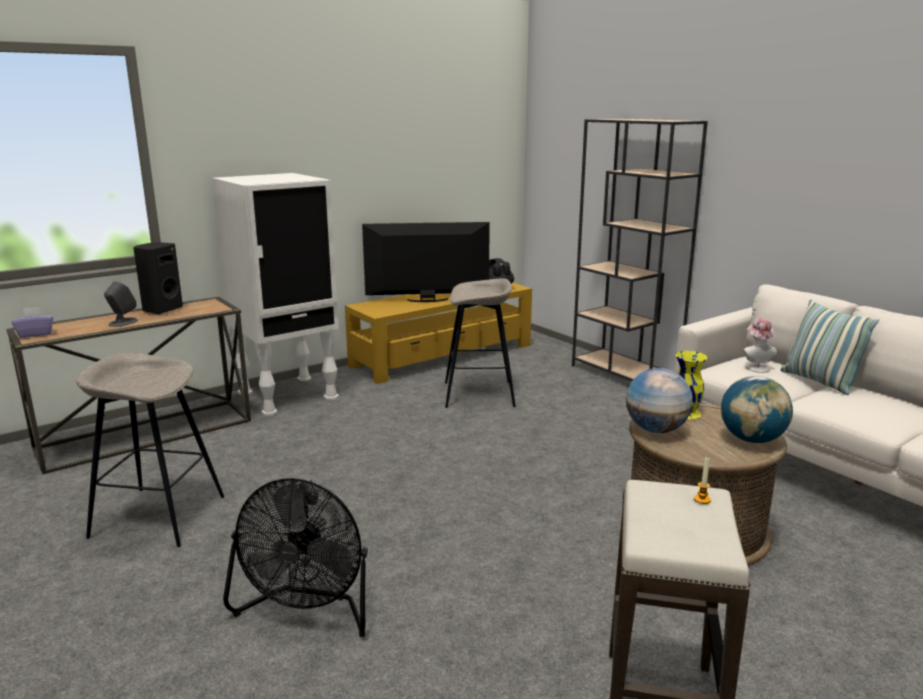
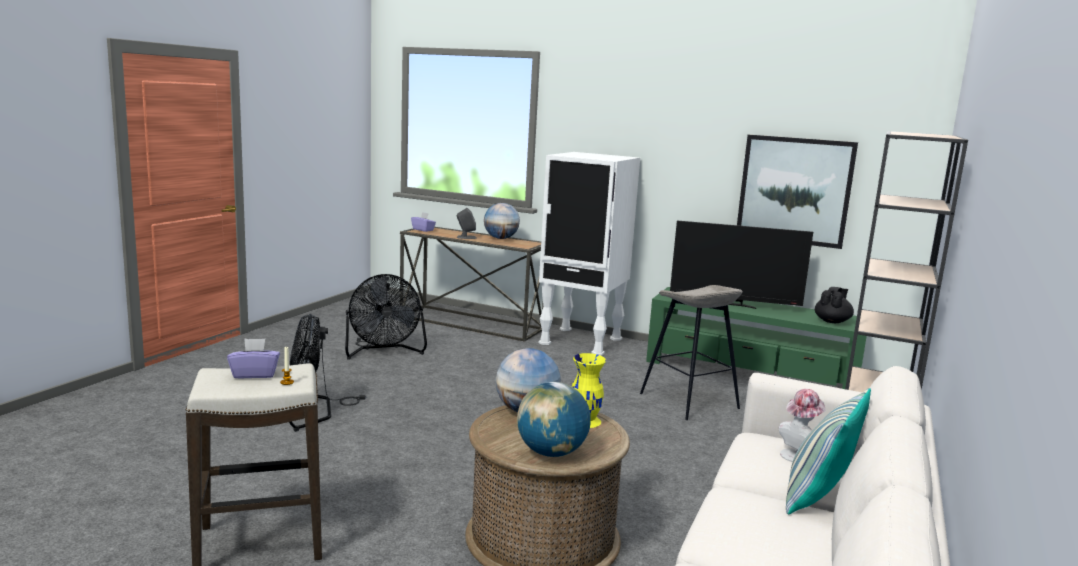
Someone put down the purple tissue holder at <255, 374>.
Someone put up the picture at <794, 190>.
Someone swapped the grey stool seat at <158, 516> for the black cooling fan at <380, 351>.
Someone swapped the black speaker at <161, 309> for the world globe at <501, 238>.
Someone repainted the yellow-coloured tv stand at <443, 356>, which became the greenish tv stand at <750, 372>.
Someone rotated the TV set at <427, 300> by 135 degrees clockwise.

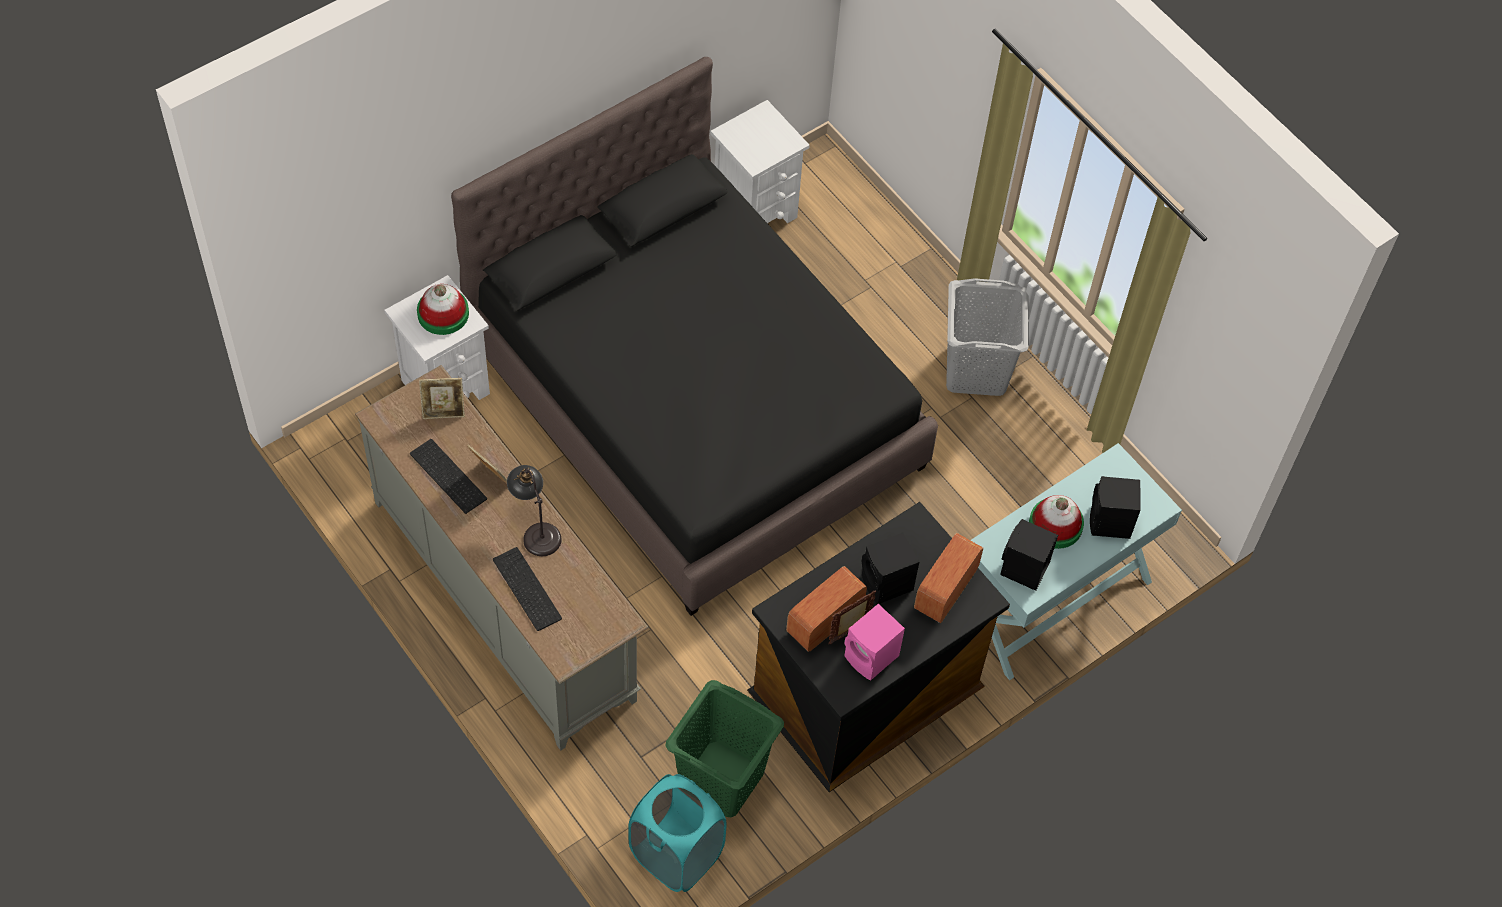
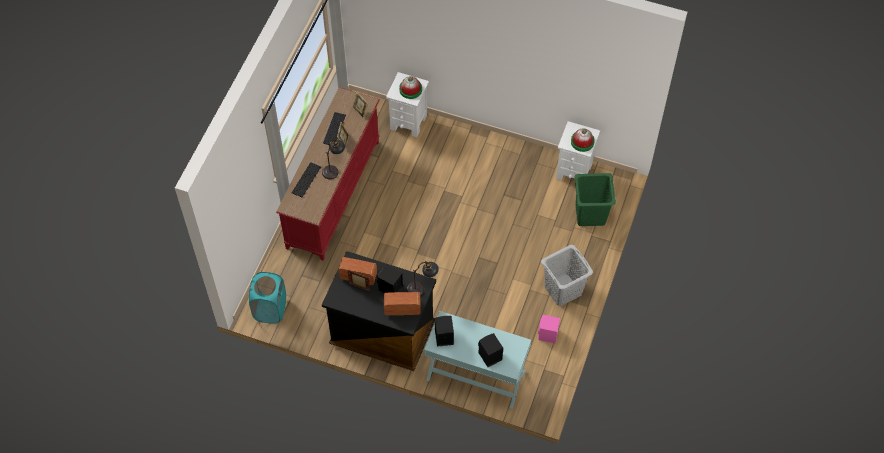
Someone took away the black bedroom bed at <695, 403>.
Someone put down the grey table lamp at <422, 285>.
Someone carried the greenish washing basket from <722, 778> to <590, 214>.
Someone carried the pink speaker from <872, 658> to <547, 335>.
Someone carried the wearable hat from <1055, 525> to <582, 142>.
Someone repainted the grey cabinet at <505, 598>, which became the red-coloured cabinet at <334, 194>.

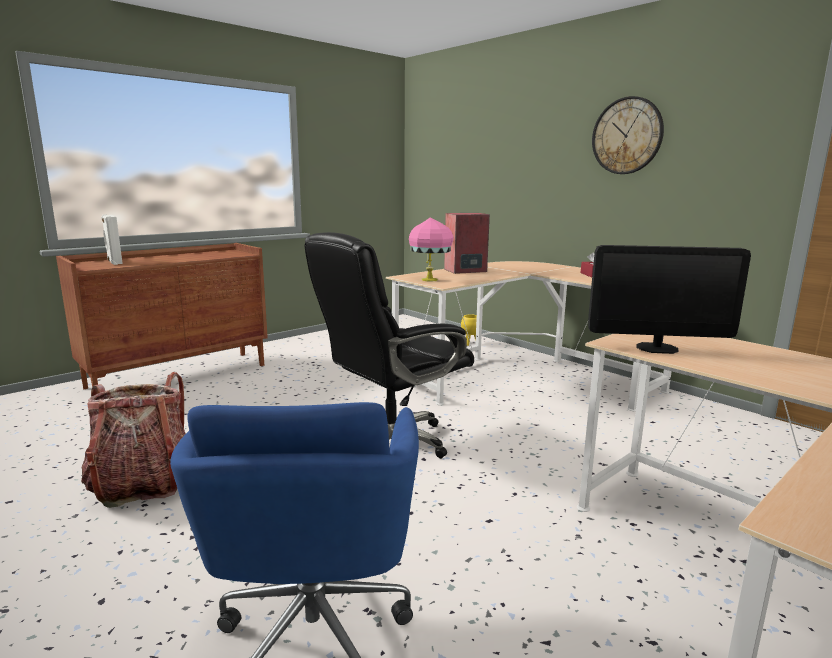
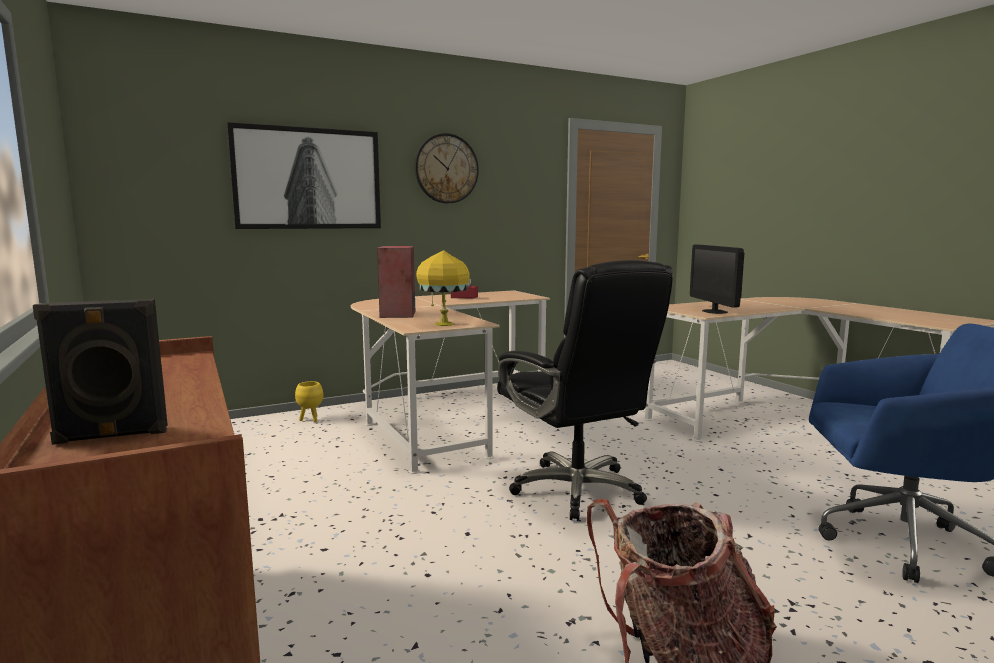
Someone put up the picture at <308, 178>.
Someone repainted the white speaker at <114, 262>, which became the black speaker at <111, 436>.
Someone repainted the pink table lamp at <430, 279>, which became the yellow-coloured table lamp at <443, 324>.
Someone rotated the monitor at <657, 348> by 150 degrees clockwise.

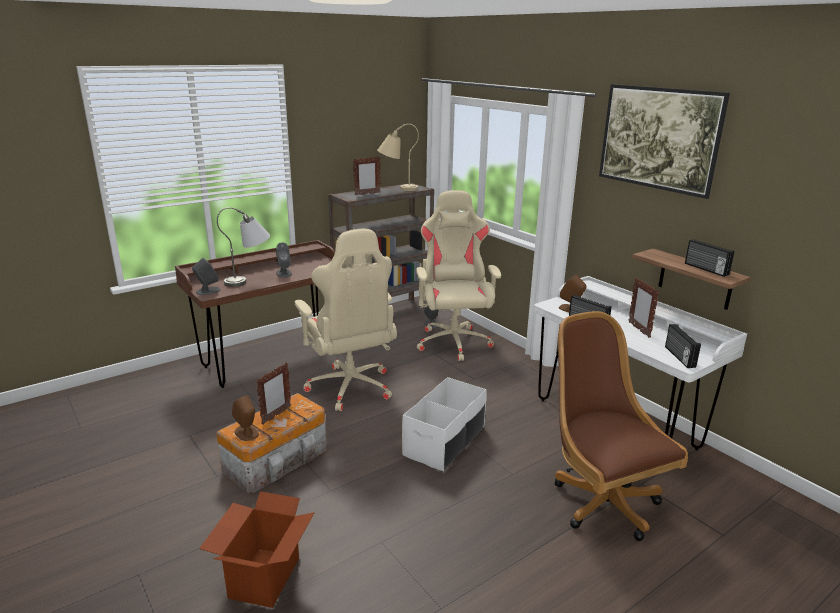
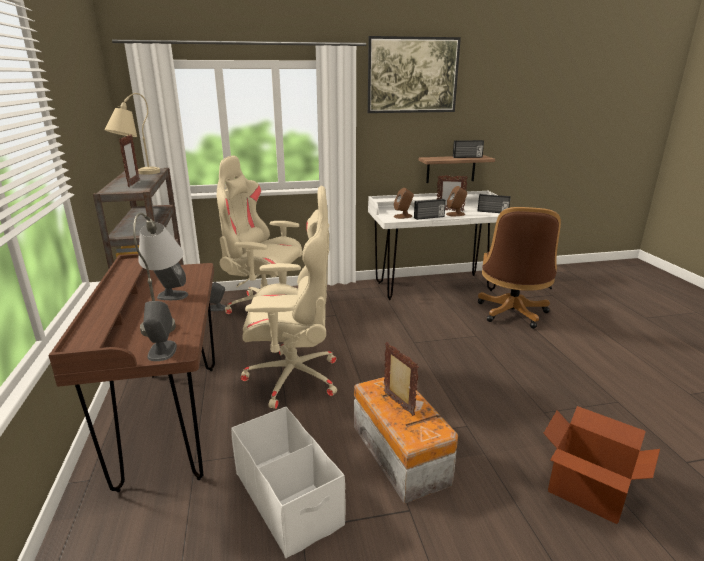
Someone carried the brown-coloured speaker from <246, 433> to <456, 214>.
Someone carried the white storage box from <445, 441> to <288, 498>.
Someone rotated the brown-coloured office chair at <599, 498> by 75 degrees counterclockwise.

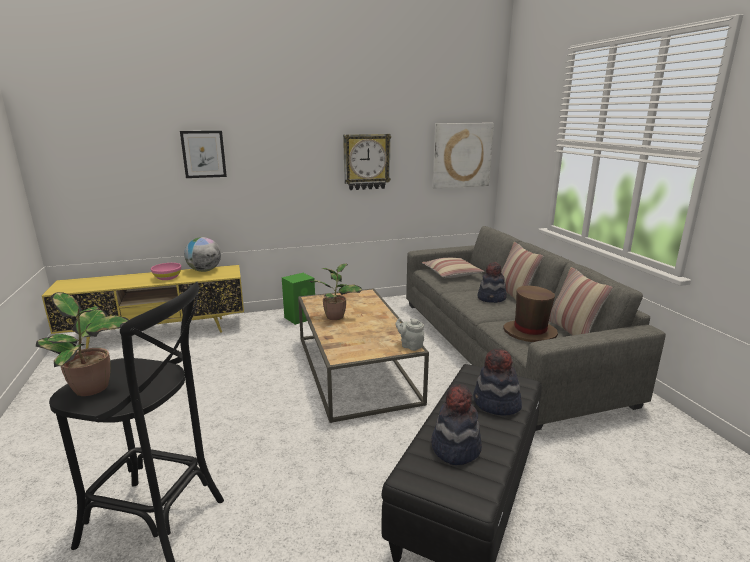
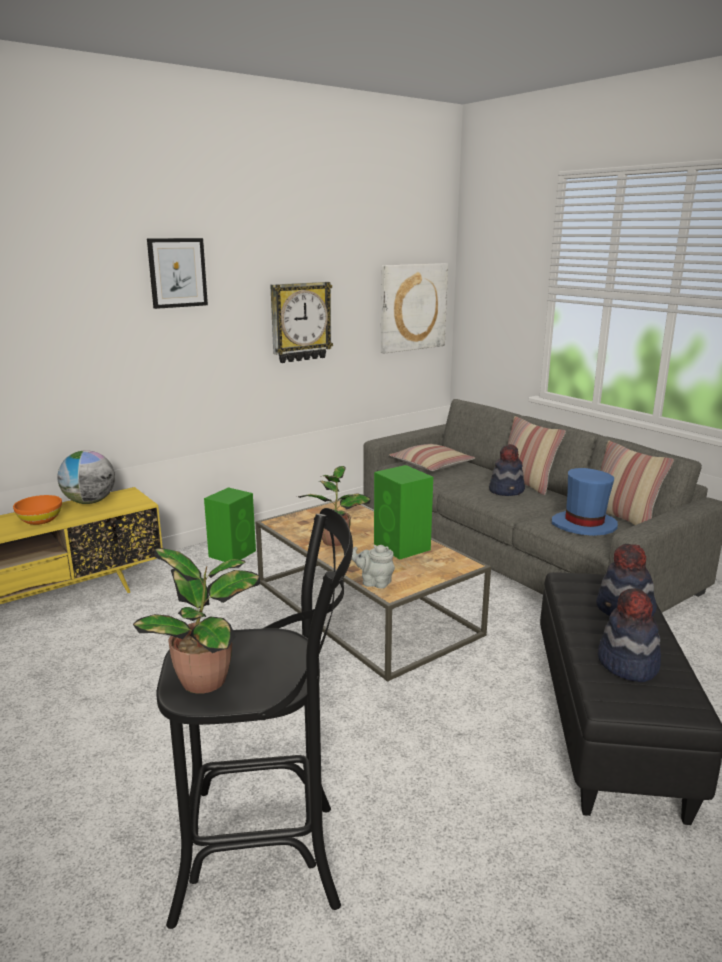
Someone put down the greenish speaker at <402, 547>.
Someone carried the picture from <203, 154> to <177, 273>.
Someone carried the grey tea pot from <410, 346> to <374, 582>.
Someone repainted the pink serving bowl at <167, 278>, which became the orange-coloured serving bowl at <40, 520>.
Someone repainted the brown-coloured wearable hat at <529, 332>, which became the blue-coloured wearable hat at <583, 525>.

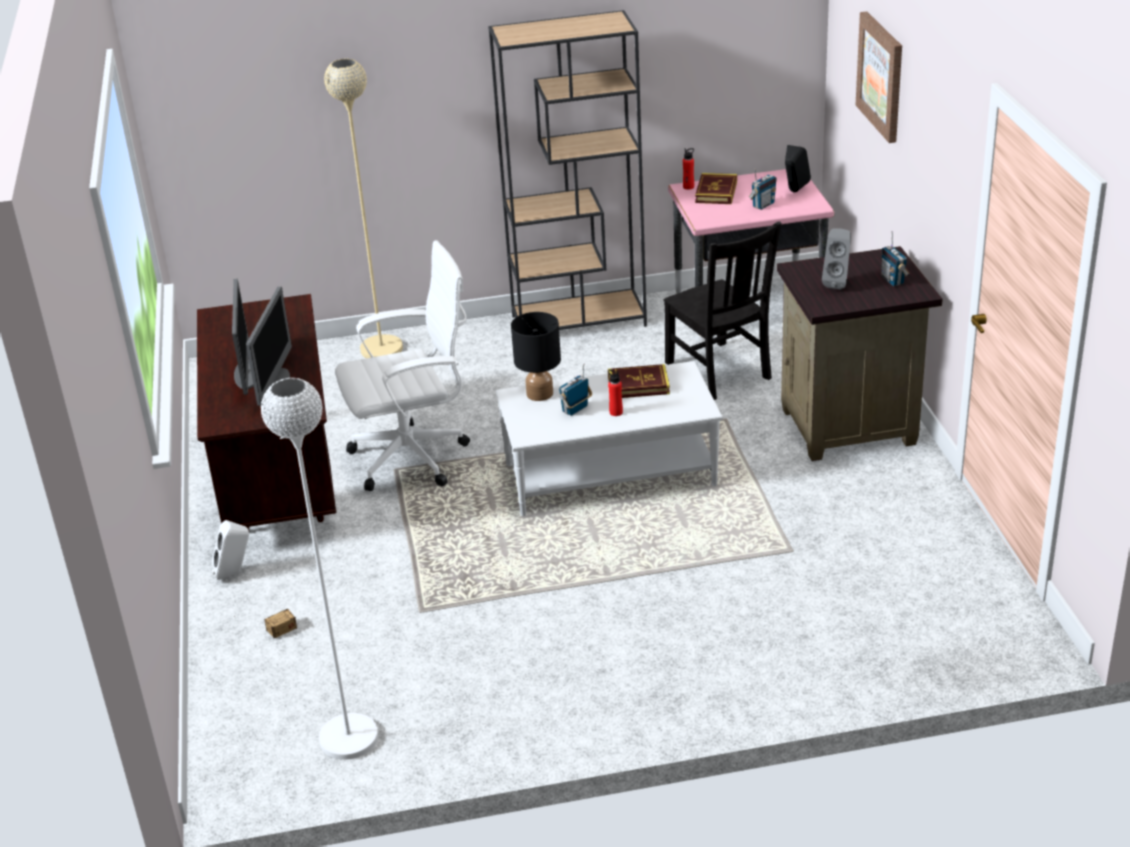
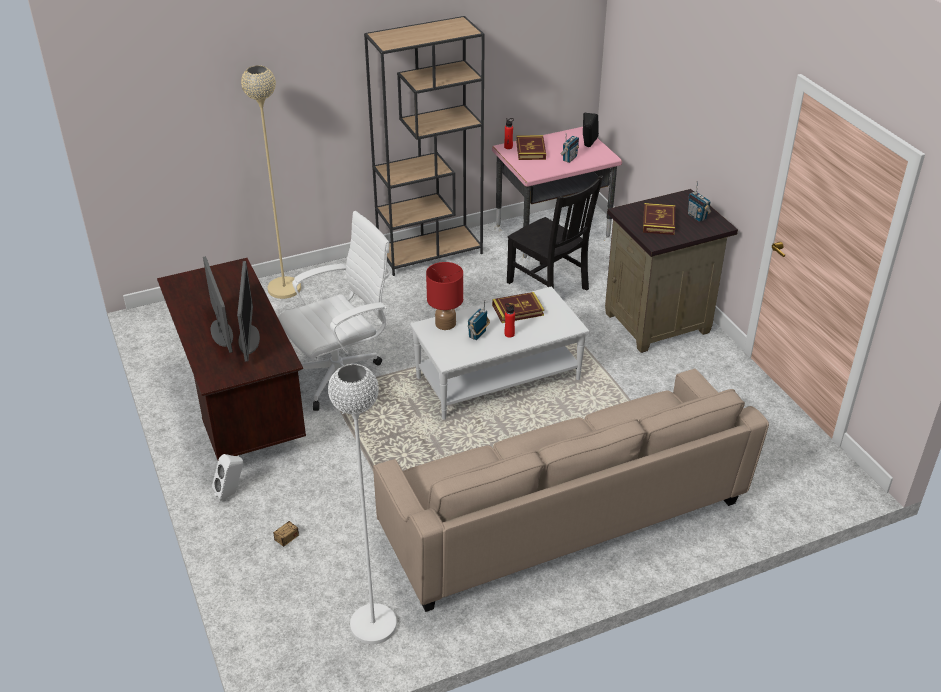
Someone took away the picture at <881, 76>.
Someone put down the beige sofa at <563, 521>.
Someone swapped the grey speaker at <837, 283> for the book at <658, 222>.
Someone repainted the black table lamp at <539, 394>, which became the red-coloured table lamp at <445, 324>.

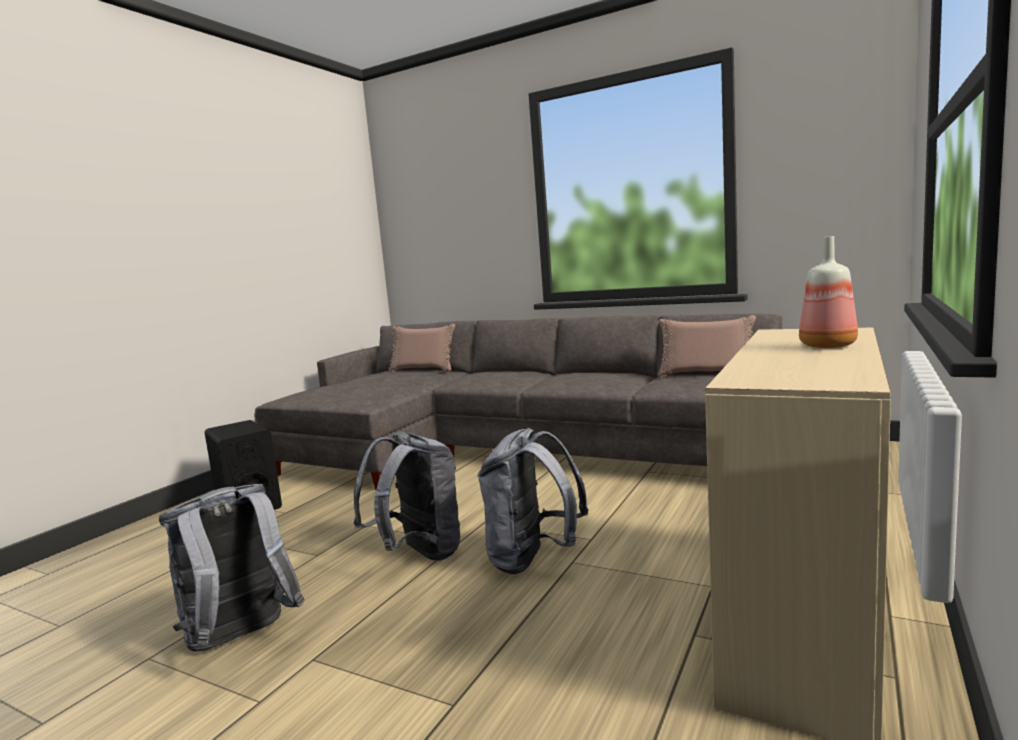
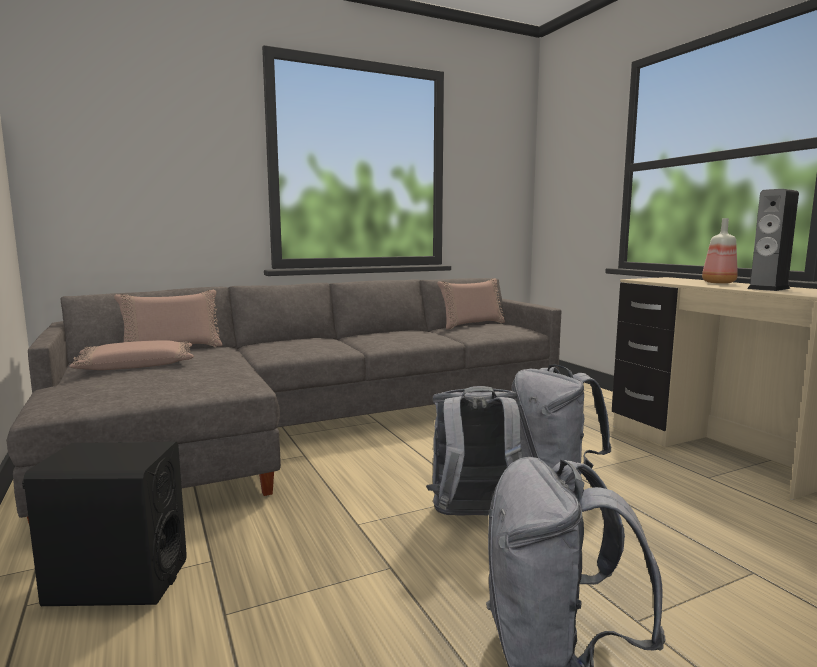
Someone put down the beige pillow at <136, 363>.
Someone put down the speaker at <768, 288>.

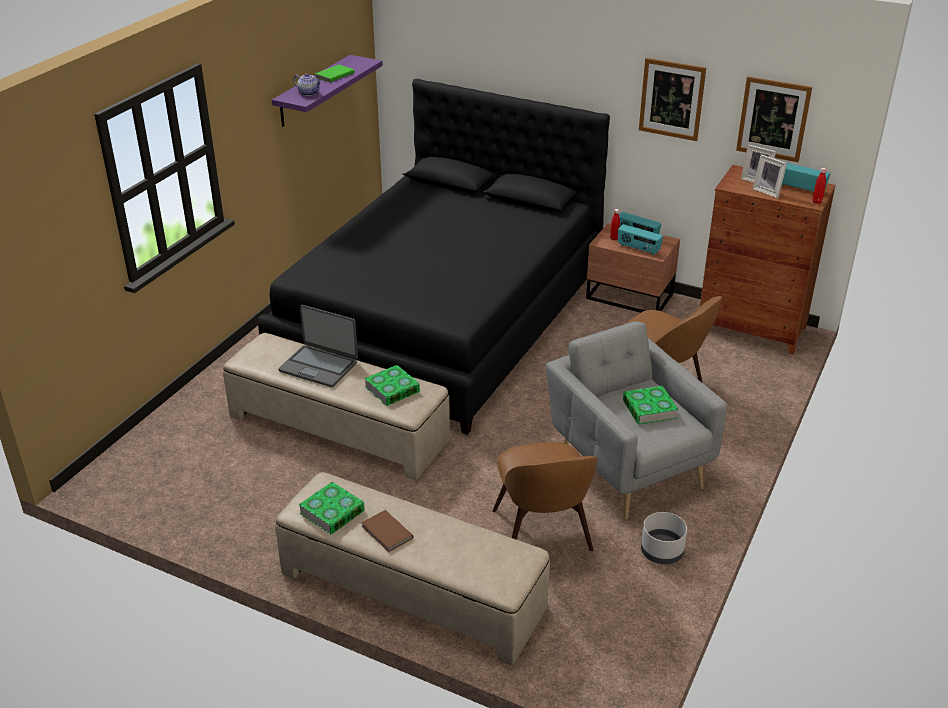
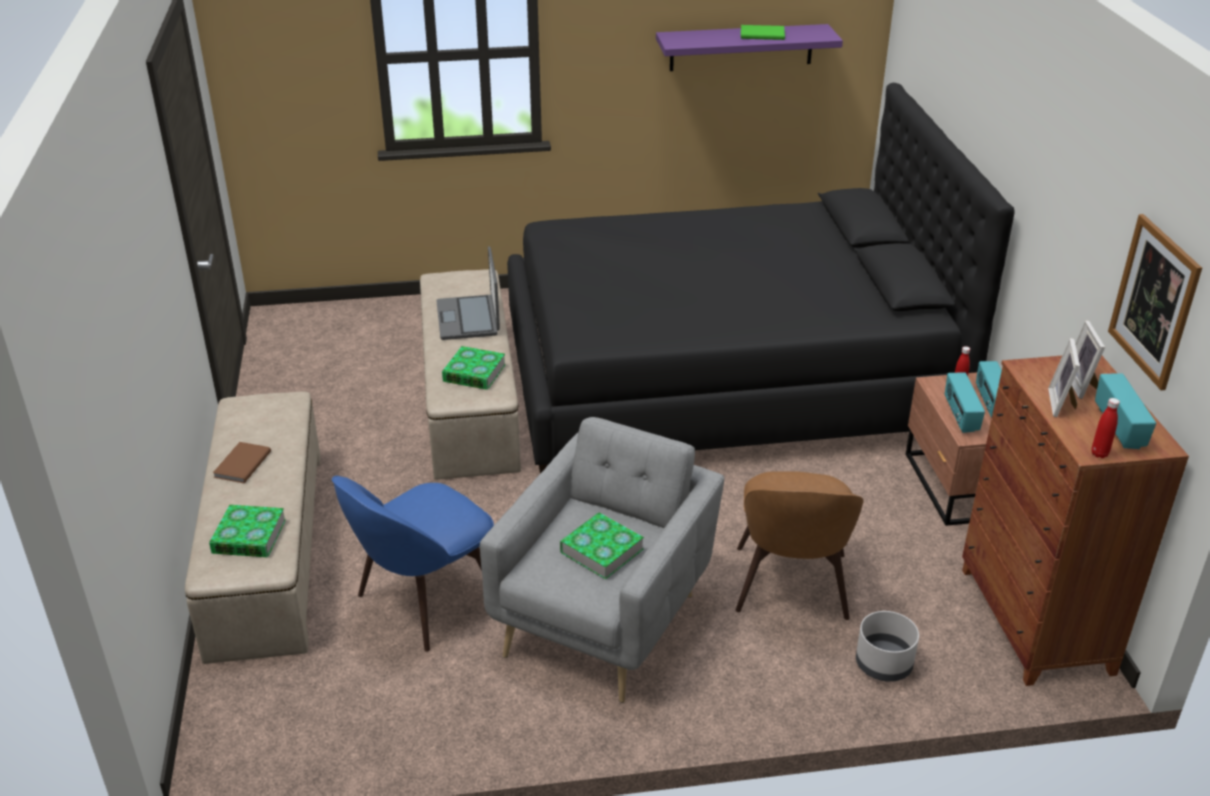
Someone took away the tea pot at <309, 93>.
Someone took away the picture at <672, 99>.
Someone carried the book from <332, 512> to <249, 536>.
Someone carried the grey planter from <661, 552> to <883, 664>.
Someone repainted the brown-coloured upright chair at <542, 533>, which became the blue-coloured upright chair at <424, 601>.

